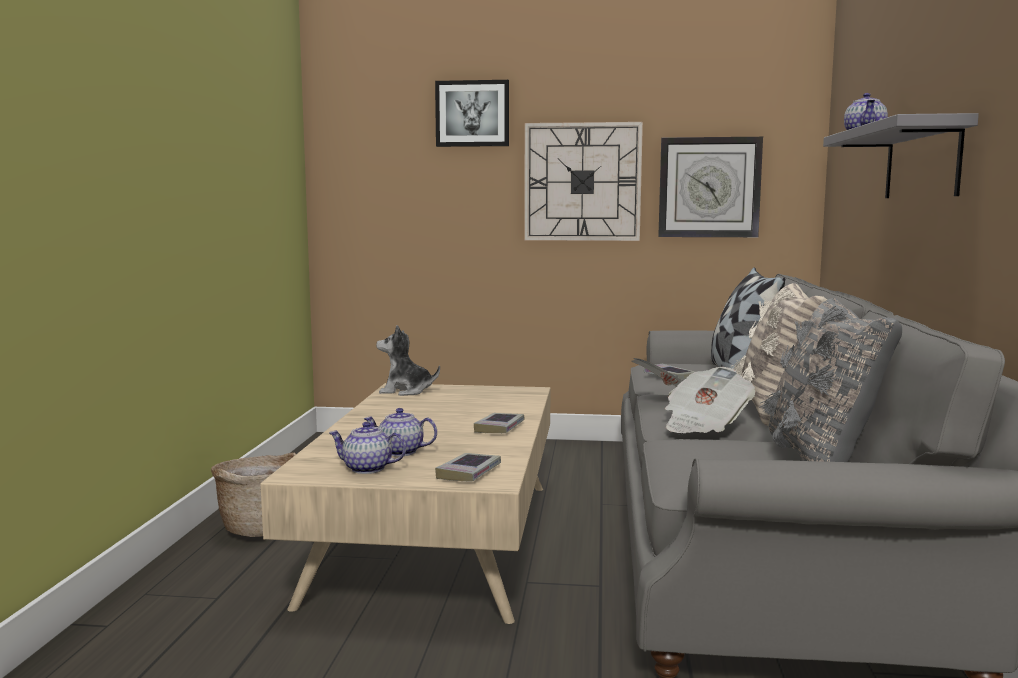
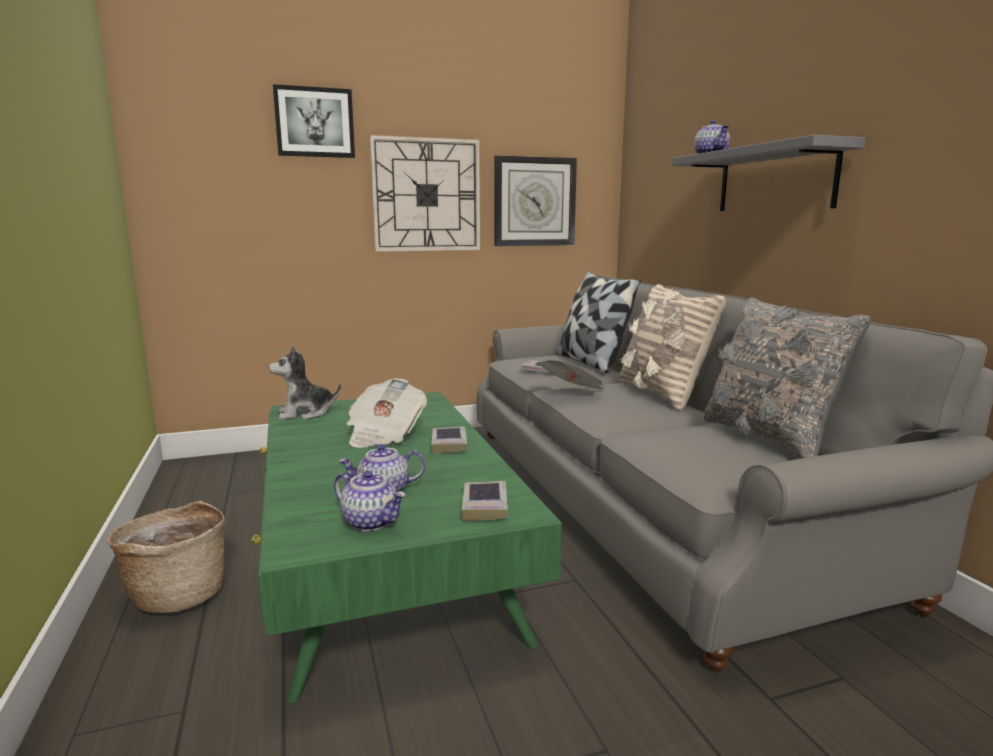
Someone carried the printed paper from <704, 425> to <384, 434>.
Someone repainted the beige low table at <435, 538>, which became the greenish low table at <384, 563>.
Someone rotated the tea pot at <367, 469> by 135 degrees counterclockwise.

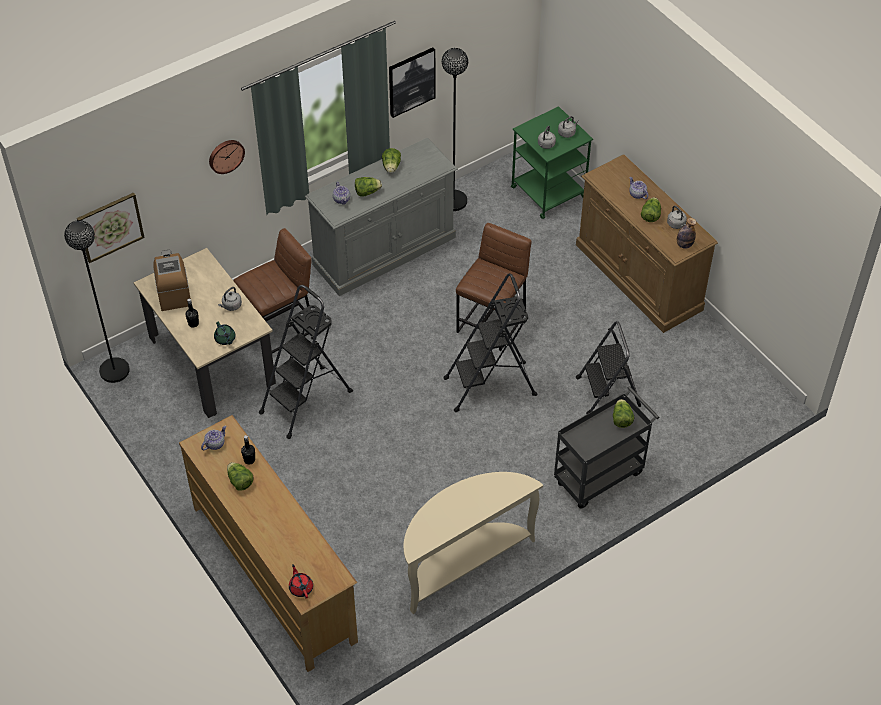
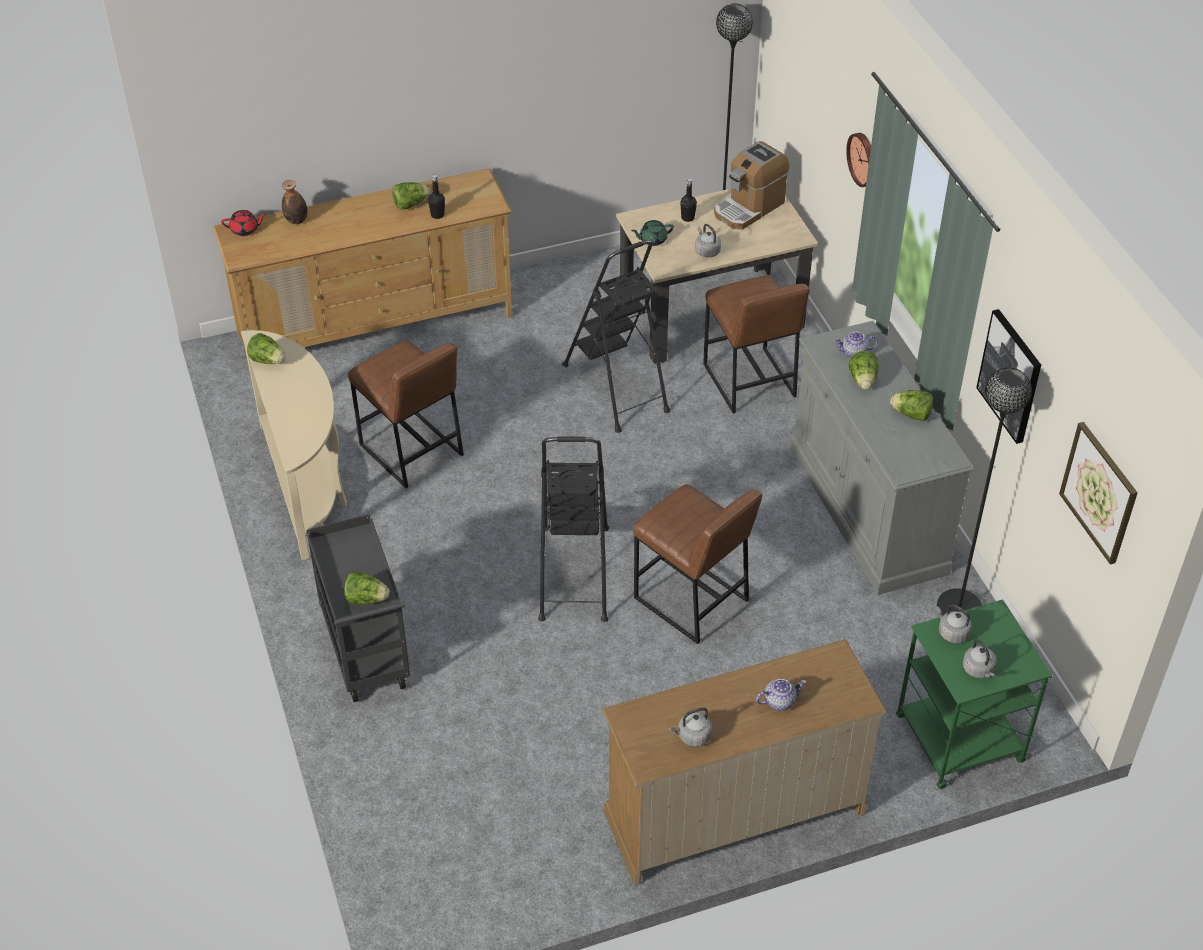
Someone took away the tea pot at <215, 443>.
Someone took away the black step ladder at <611, 391>.
Someone put down the brown-coloured upright chair at <412, 451>.
Someone carried the picture from <110, 227> to <1099, 492>.
Someone carried the head of lettuce from <650, 215> to <268, 360>.
Someone carried the drink bottle from <684, 245> to <296, 220>.
Someone rotated the coffee machine at <173, 291> by 135 degrees clockwise.

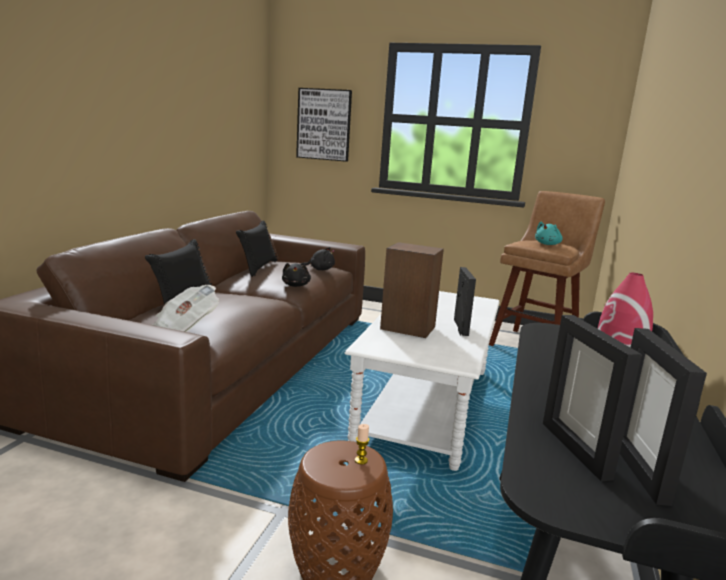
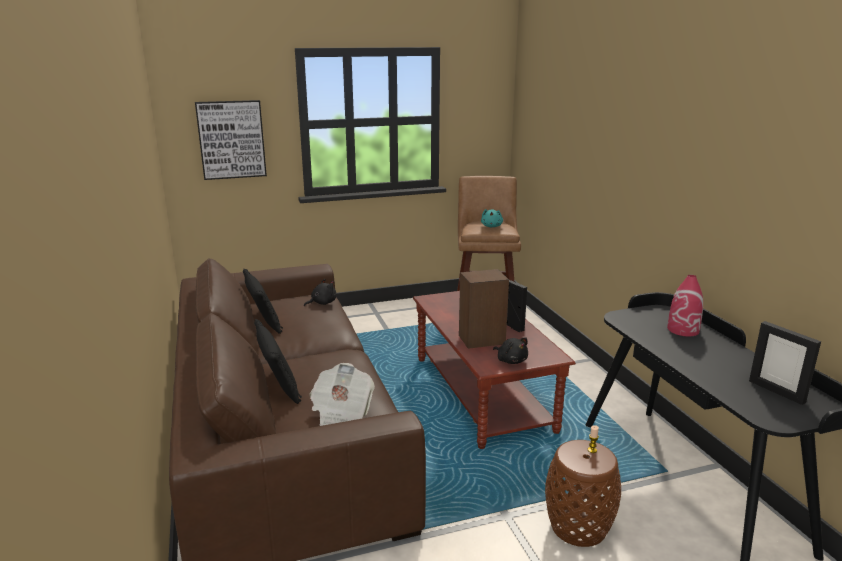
Someone took away the standing frame at <577, 449>.
Someone carried the black plush toy from <296, 285> to <511, 360>.
Someone repainted the white low table at <426, 405>, which became the brown-coloured low table at <482, 393>.

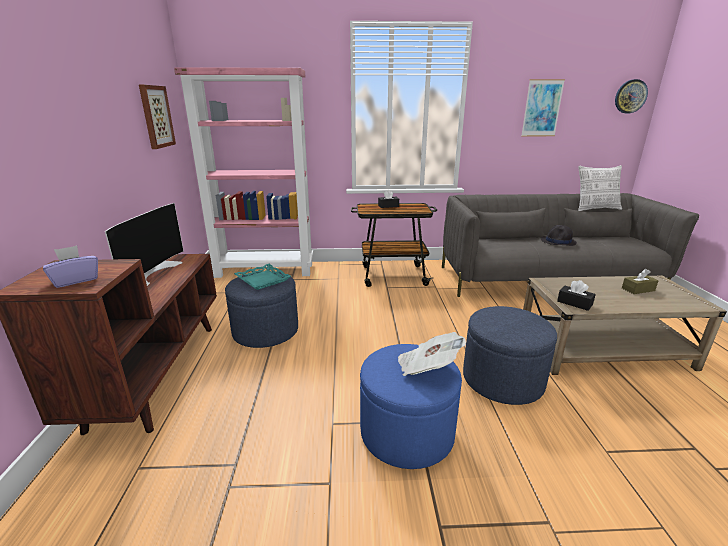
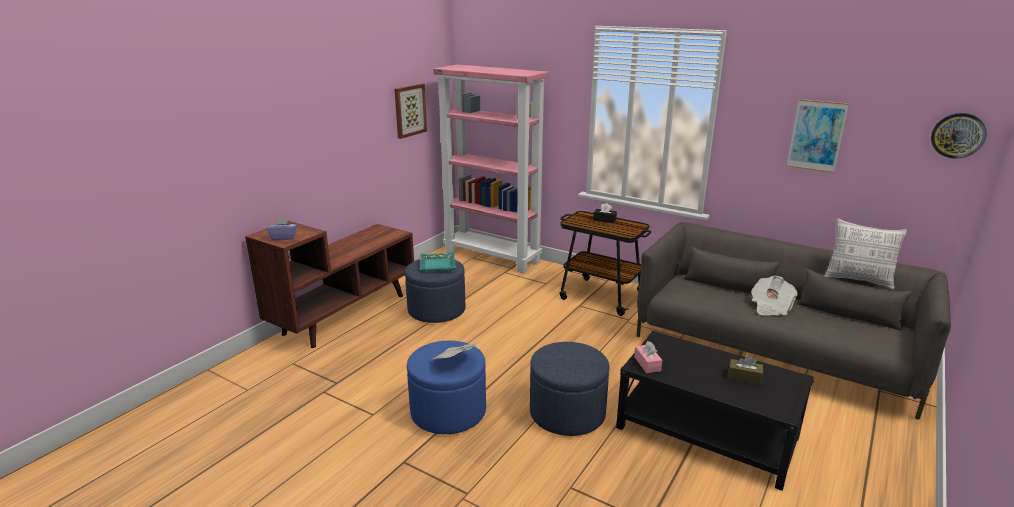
Someone took away the TV set at <151, 273>.
Someone swapped the black wearable hat at <558, 241> for the printed paper at <770, 307>.
Someone repainted the beige low table at <603, 350>, which became the black low table at <706, 433>.
Someone repainted the black tissue holder at <574, 303>, which became the pink tissue holder at <647, 364>.

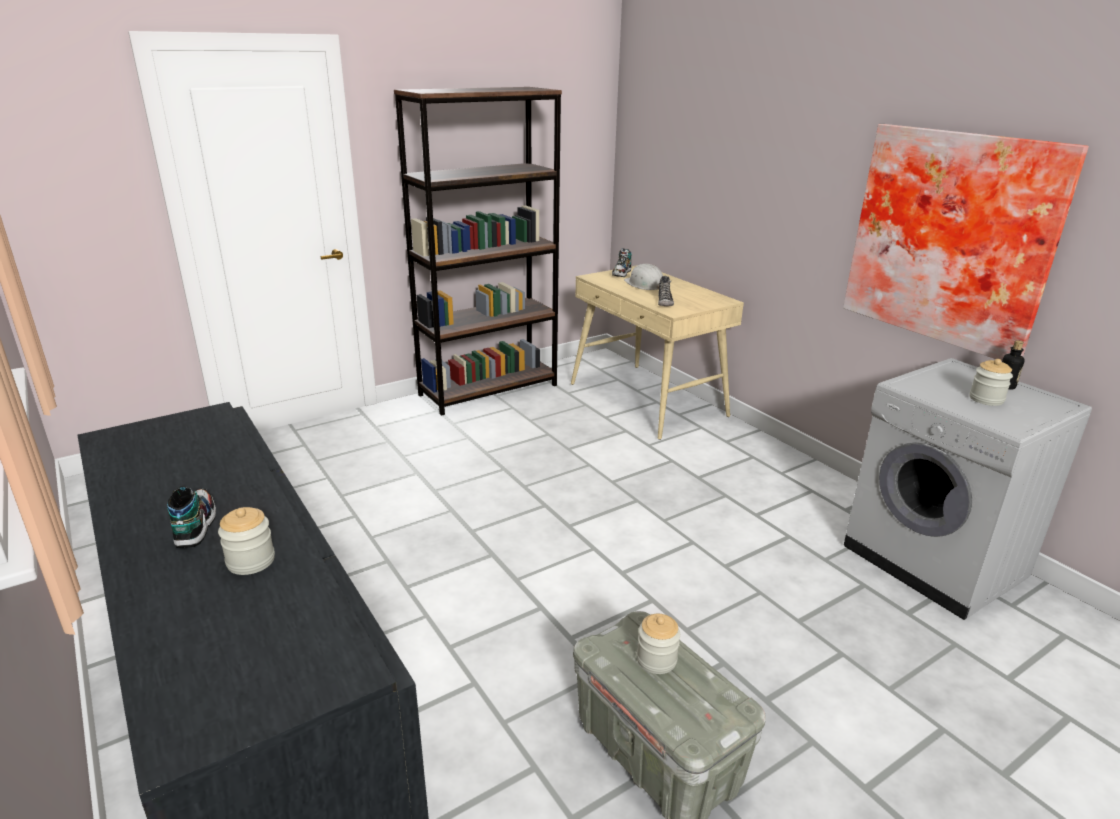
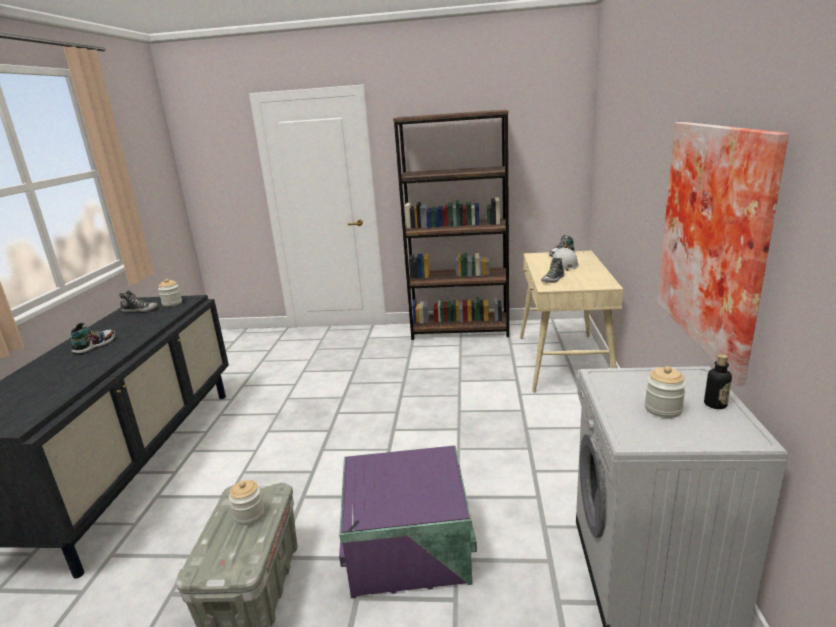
Someone put down the item of footwear at <140, 310>.
Someone put down the purple storage box at <410, 553>.
Someone carried the storage jar from <251, 561> to <172, 303>.

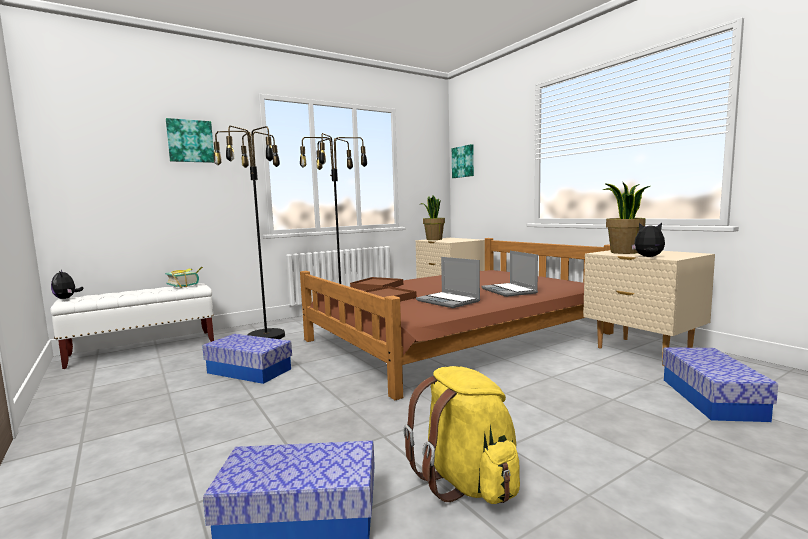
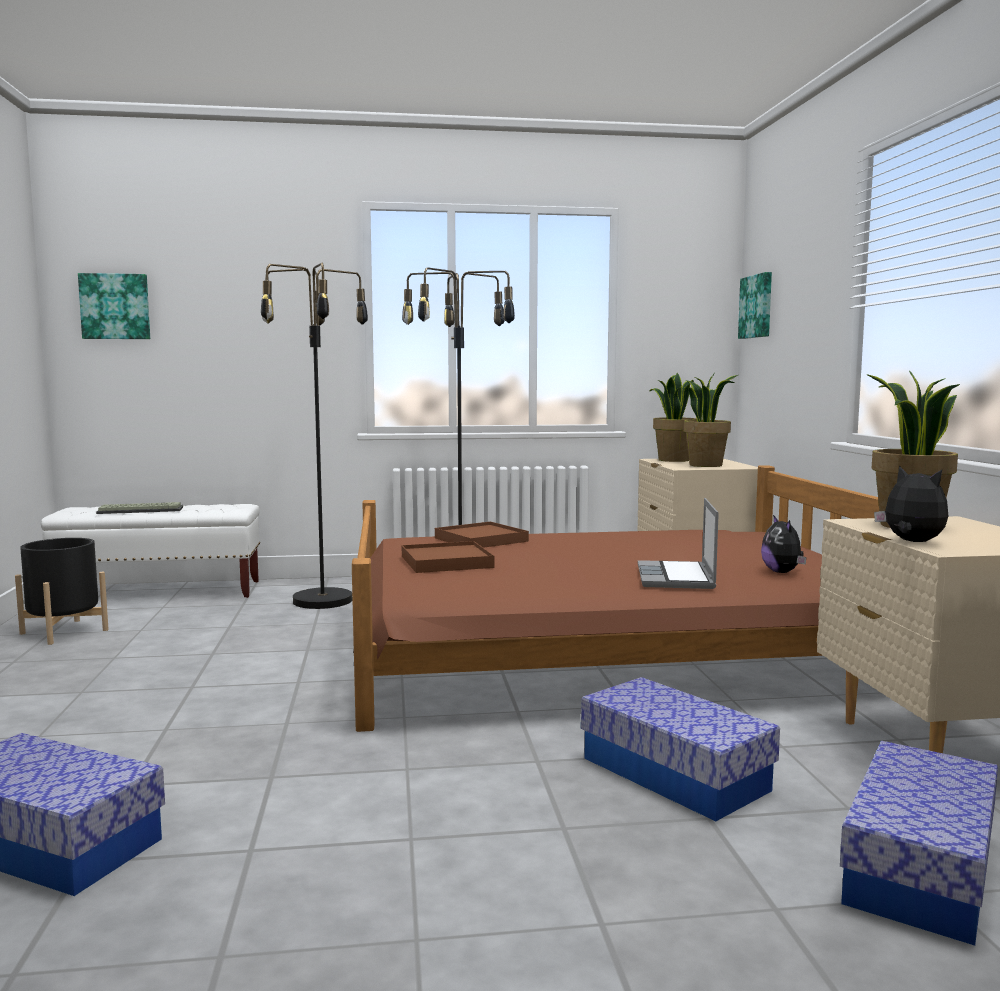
Someone took away the book at <186, 285>.
Someone took away the yellow-coloured knapsack at <466, 481>.
Someone took away the notebook computer at <449, 301>.
Someone put down the black planter at <64, 632>.
Someone put down the computer keyboard at <142, 510>.
Someone put down the potted plant at <706, 465>.
Someone carried the plush toy from <66, 298> to <782, 572>.
Someone carried the picture from <190, 141> to <115, 306>.
Someone carried the storage box from <249, 371> to <674, 774>.

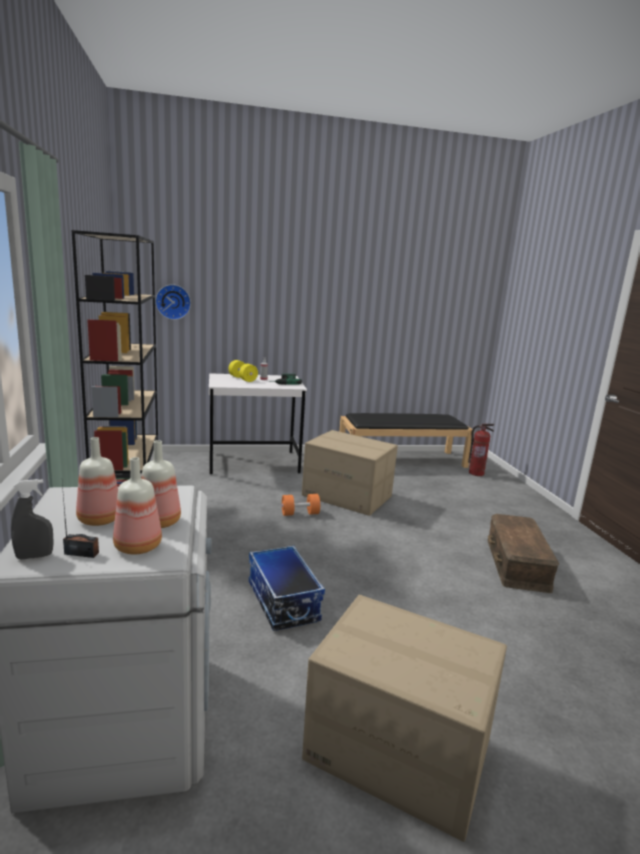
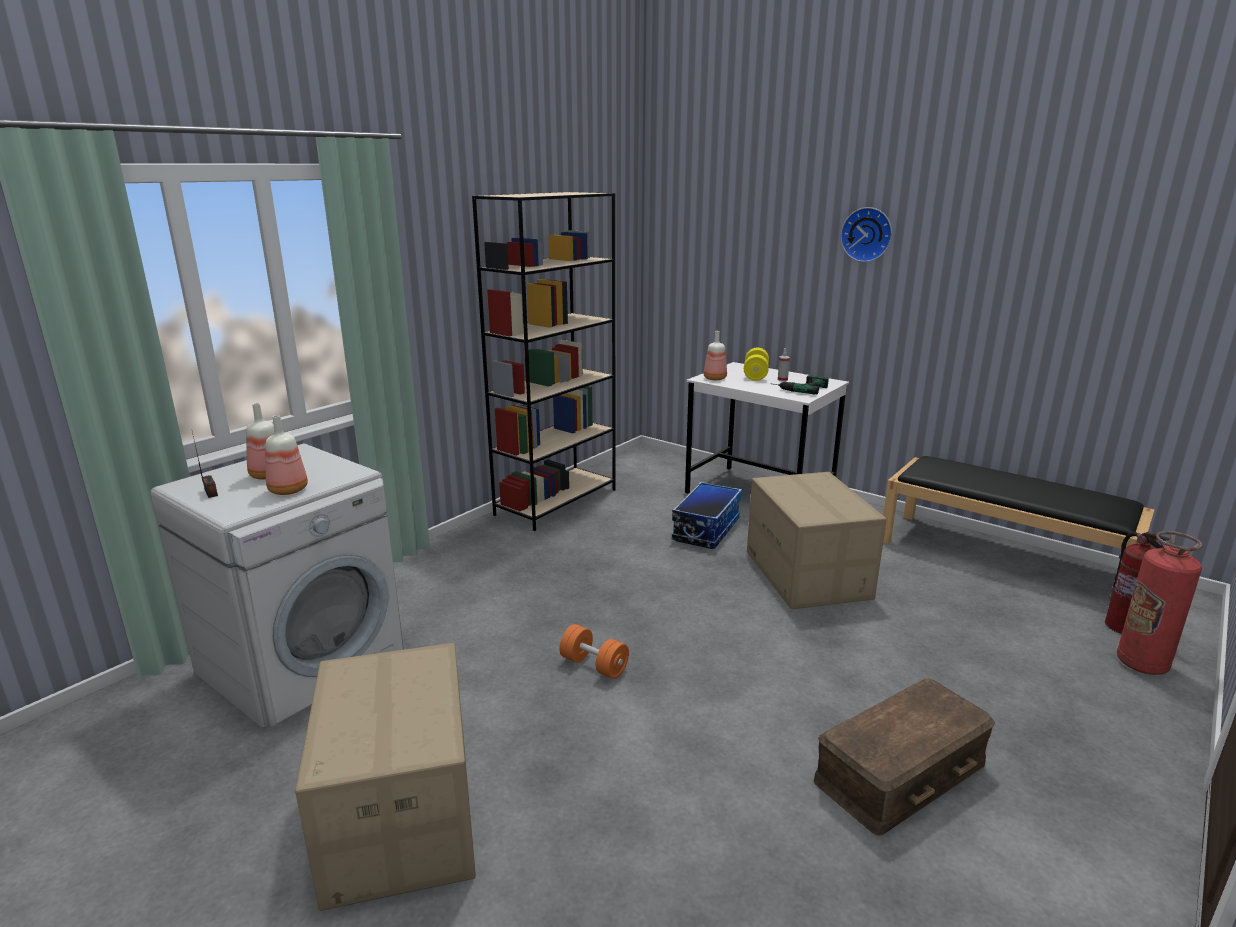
Someone took away the grey sprayer at <34, 556>.
Someone put down the fire extinguisher at <1142, 664>.
Someone carried the drink bottle from <139, 547> to <715, 379>.
Someone carried the hanging clock from <173, 302> to <867, 234>.
Someone carried the storage box from <282, 601> to <705, 529>.
Someone carried the orange-coloured free weight from <300, 513> to <594, 665>.

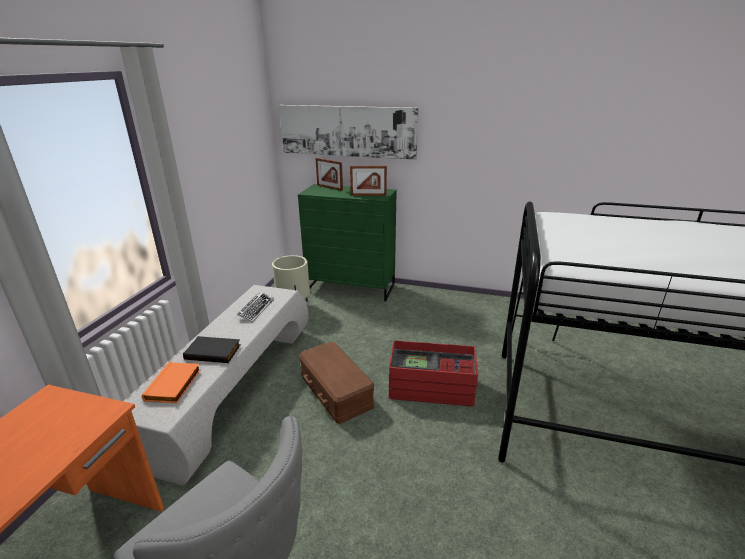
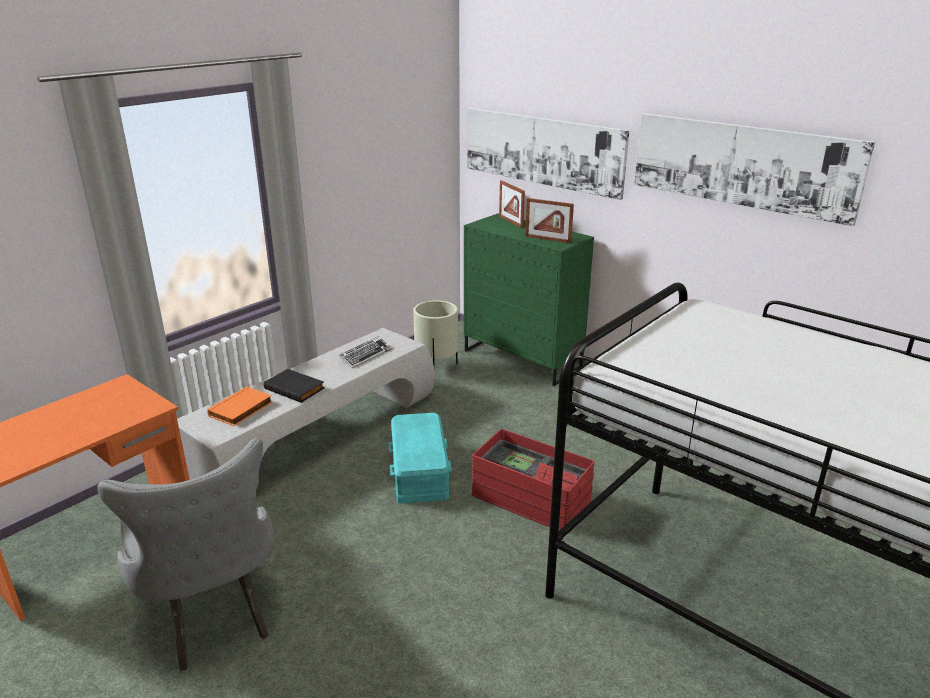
Someone put up the picture at <742, 165>.
Someone repainted the brown-coloured storage box at <335, 390>, which became the turquoise storage box at <418, 469>.

